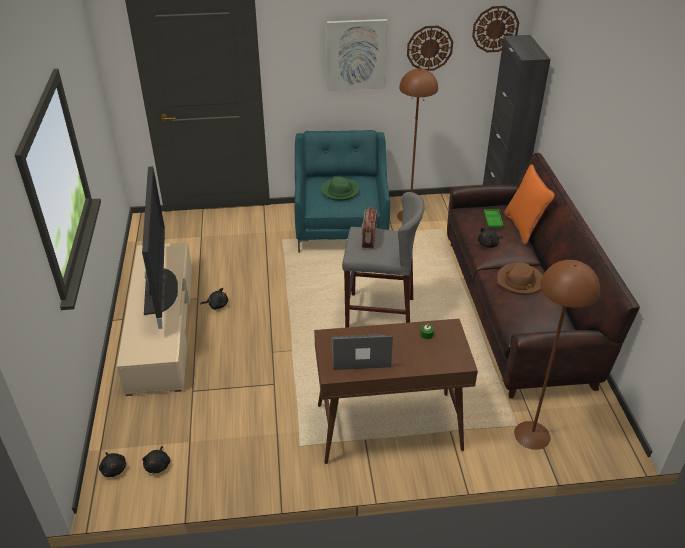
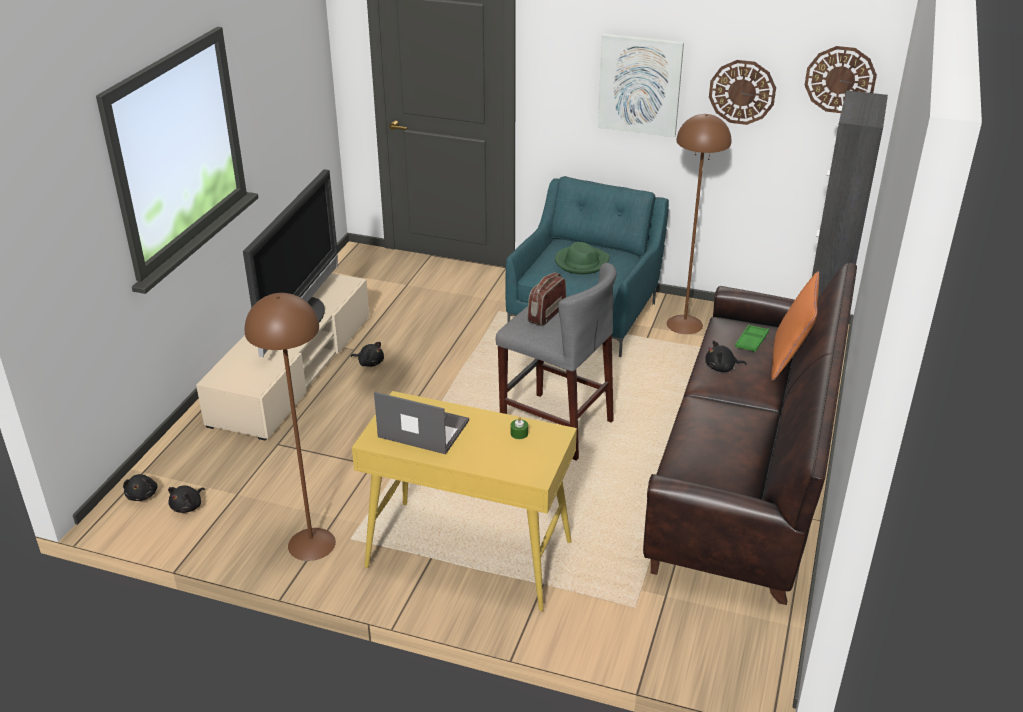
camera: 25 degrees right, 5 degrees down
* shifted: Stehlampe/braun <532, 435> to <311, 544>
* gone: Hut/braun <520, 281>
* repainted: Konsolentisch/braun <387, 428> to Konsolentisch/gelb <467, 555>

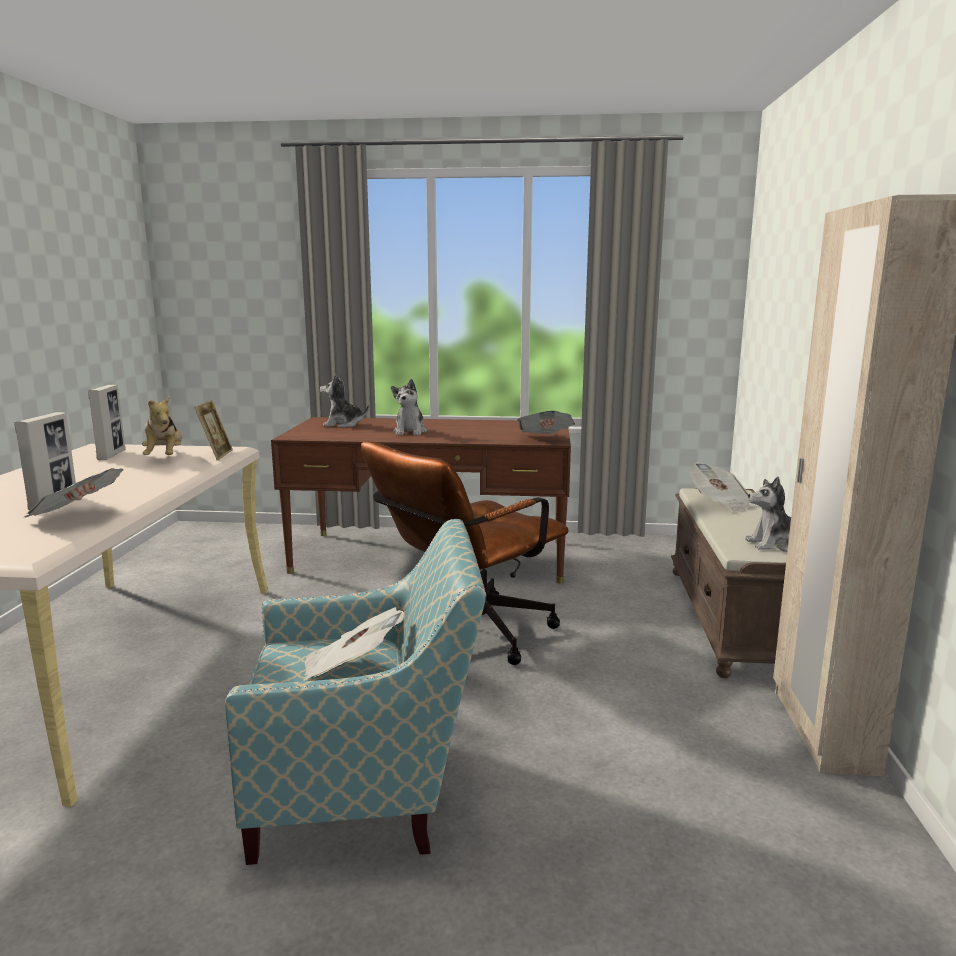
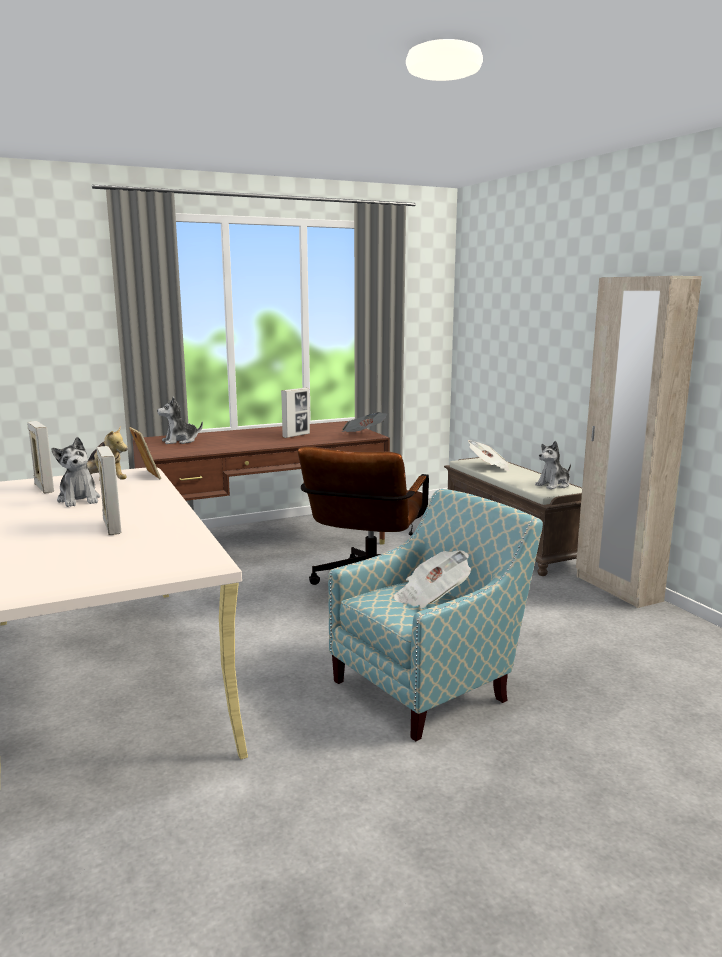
camera: 30 degrees left, 0 degrees up
* shifted: Plüschtier <410, 432> to <79, 499>
* gone: Zeitung <77, 517>
* new: Bilderrahmen <296, 435>

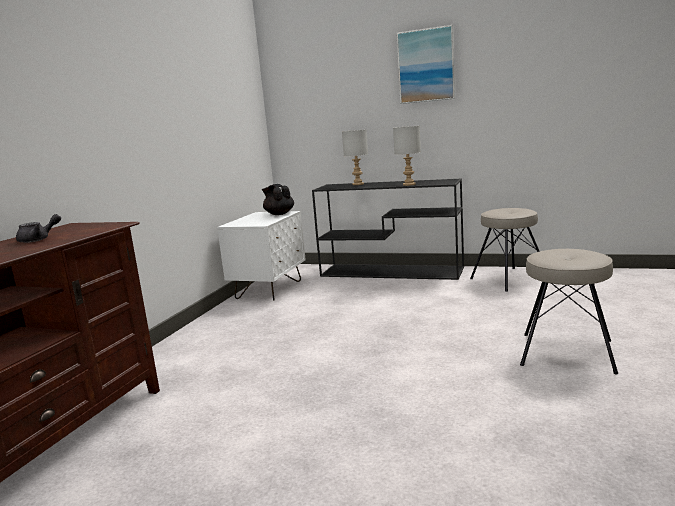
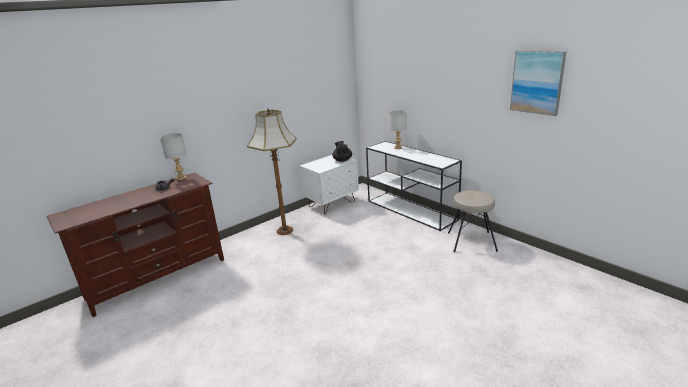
camera: 30 degrees right, 10 degrees up
* shifted: Bild <426, 65> to <537, 82>
* shifted: Tischlampe/grau <409, 184> to <181, 178>
* repainted: Konsolentisch/schwarz <392, 271> to Konsolentisch/weiß <411, 210>
* gone: Hocker/beige <566, 352>
* new: Stehlampe <284, 231>

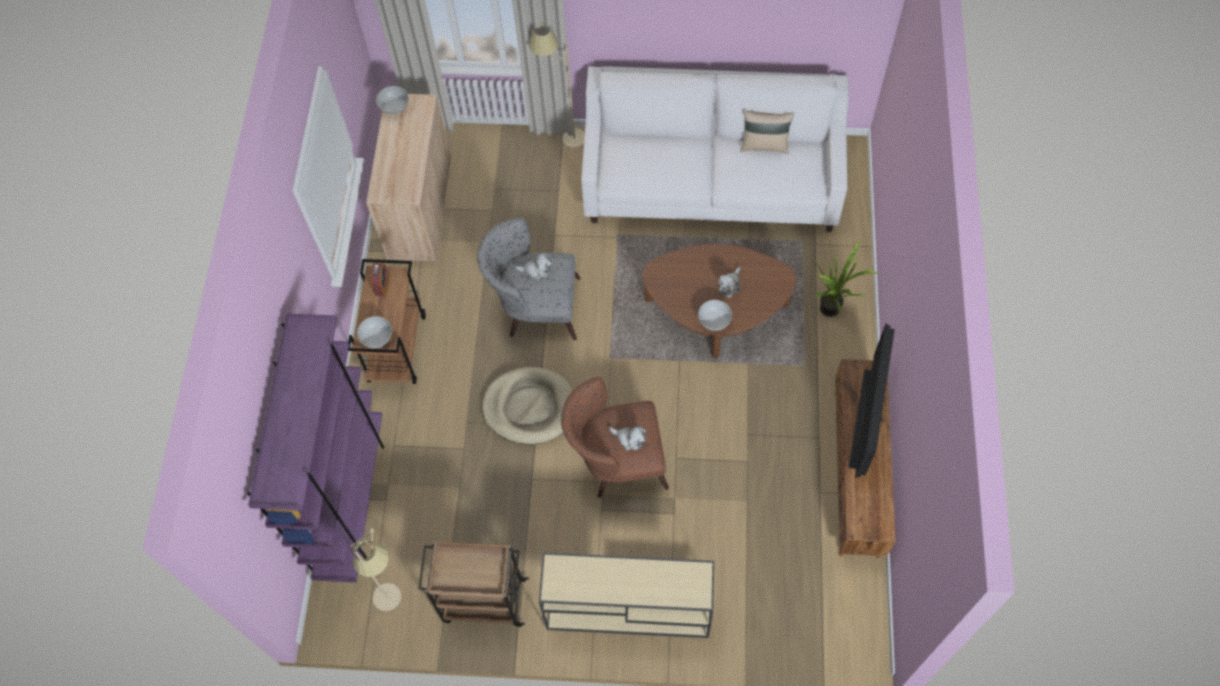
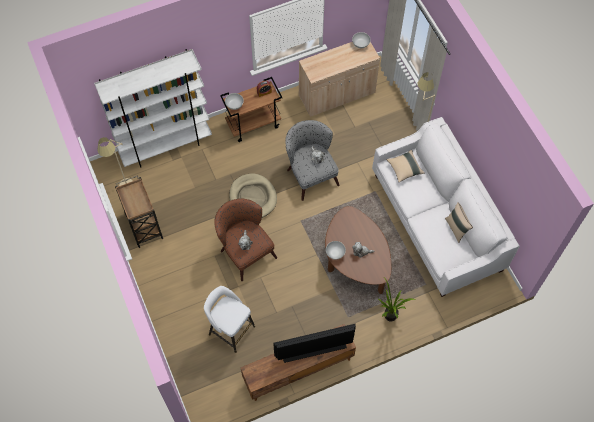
camera: 60 degrees right, 0 degrees up
* repainted: Bücherregal/lila <351, 500> to Bücherregal/weiß <166, 146>
* gone: Konsolentisch/beige <626, 610>
* new: Kissen/beige <404, 169>
* new: Hocker/weiß <230, 329>

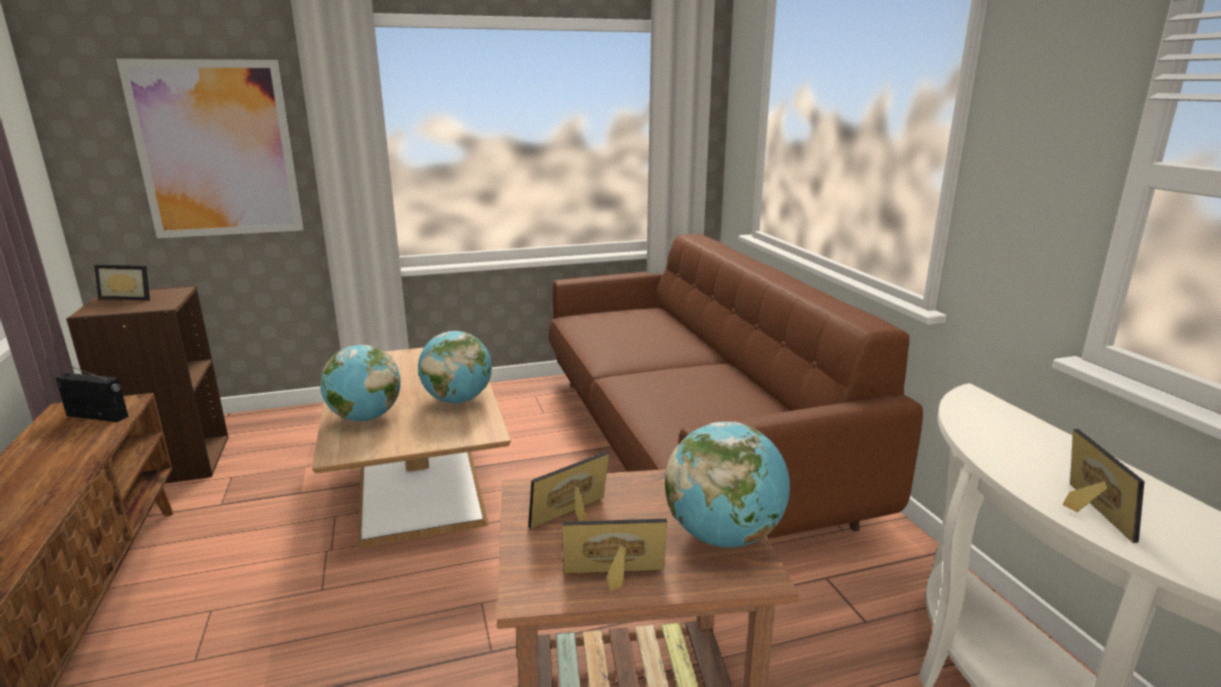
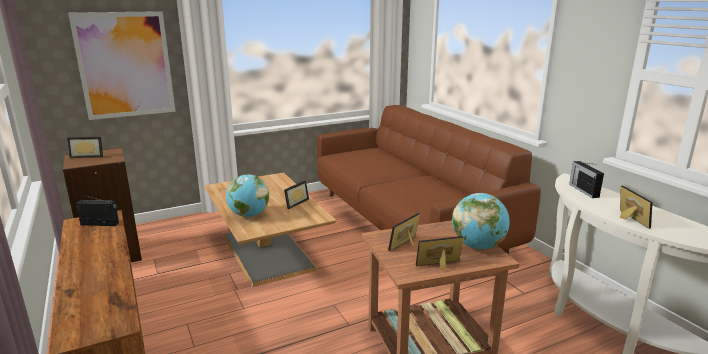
camera: 10 degrees left, 0 degrees up
* swapped: Globus <457, 400> to Bilderrahmen <294, 203>
* new: Radio <583, 190>

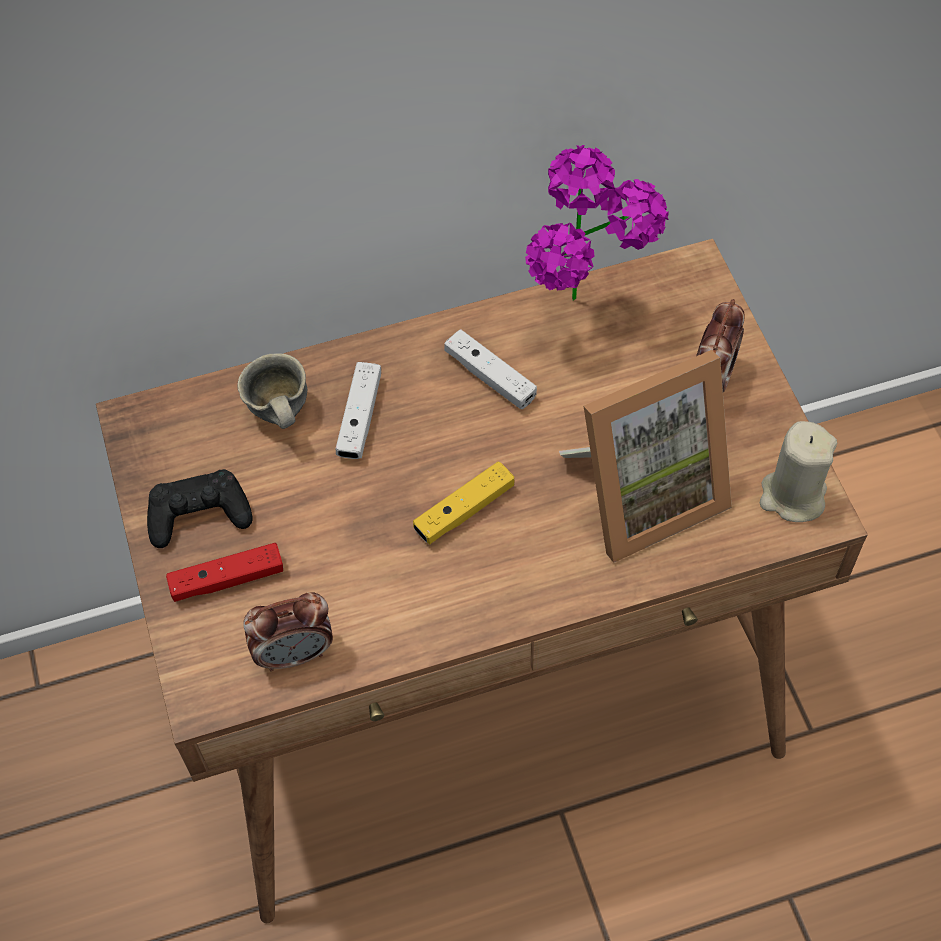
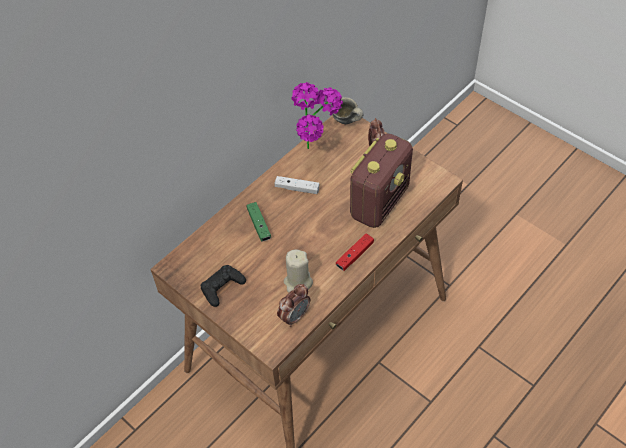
camera: 30 degrees left, 5 degrees down
* swapped: Bilderrahmen <643, 493> to Radio <379, 202>
* shifted: Henkelbecher/grau <277, 416> to <346, 123>
* repainted: Gamepad/weiß <360, 418> to Gamepad/grün <259, 225>
* shifted: Kerze/beige <792, 496> to <298, 282>
* gone: Gamepad/gelb <464, 510>
* shifted: Gamepad/rot <227, 579> to <354, 255>

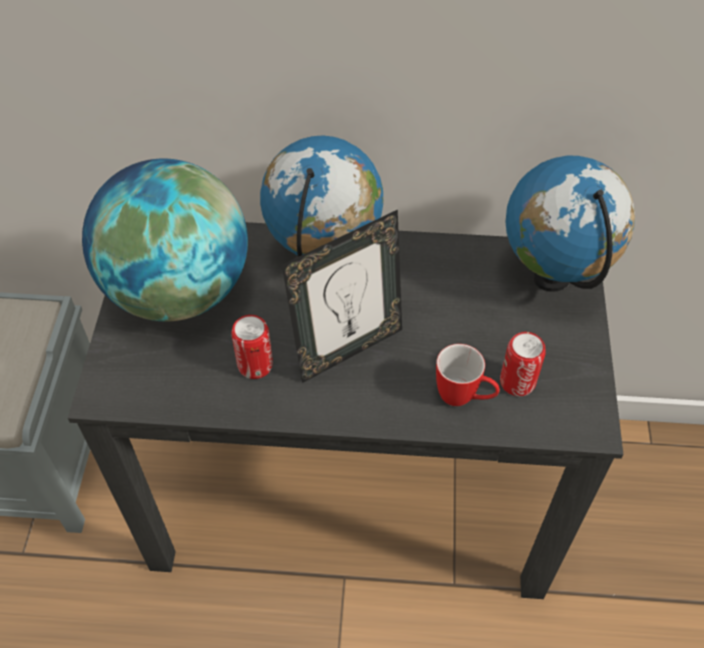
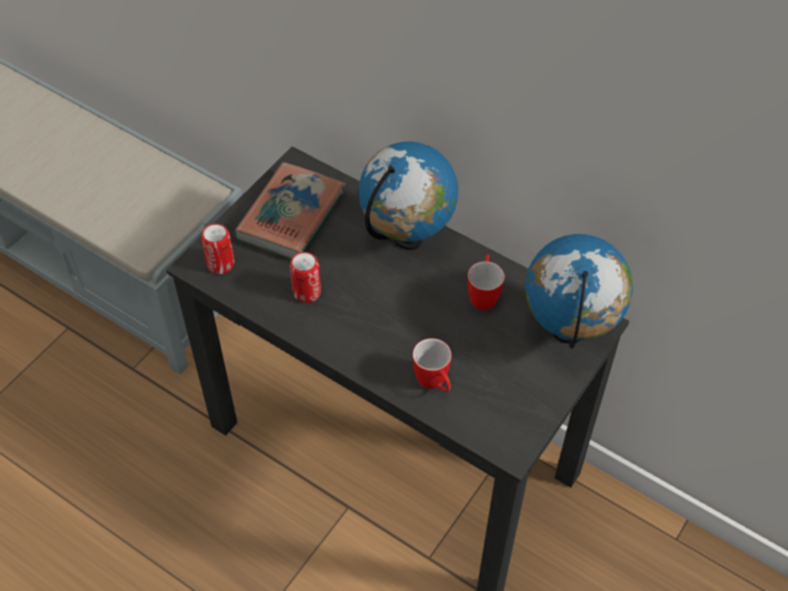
camera: 30 degrees right, 0 degrees up
* swapped: Globus <179, 290> to Buch <291, 216>
* gone: Bilderrahmen <347, 349>
* shifted: Dose <517, 382> to <220, 264>
* new: Henkelbecher <483, 295>

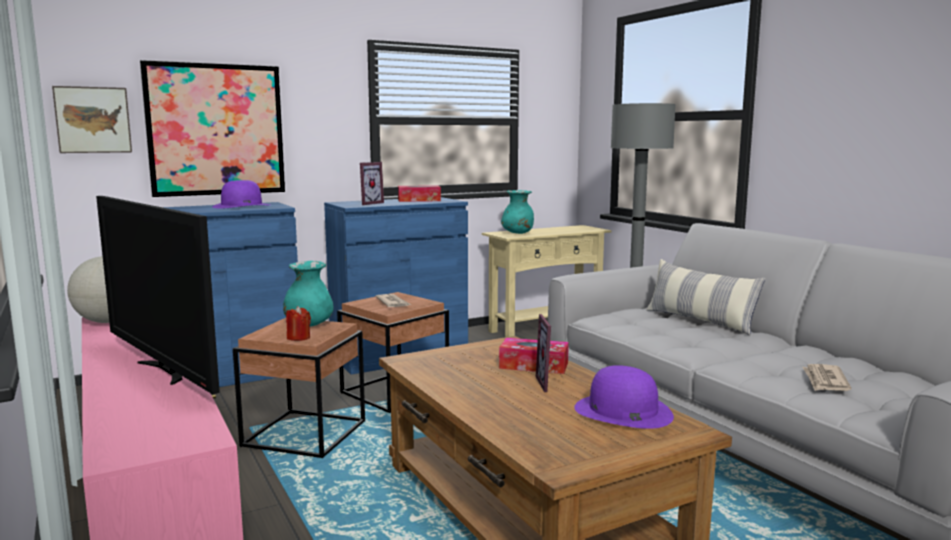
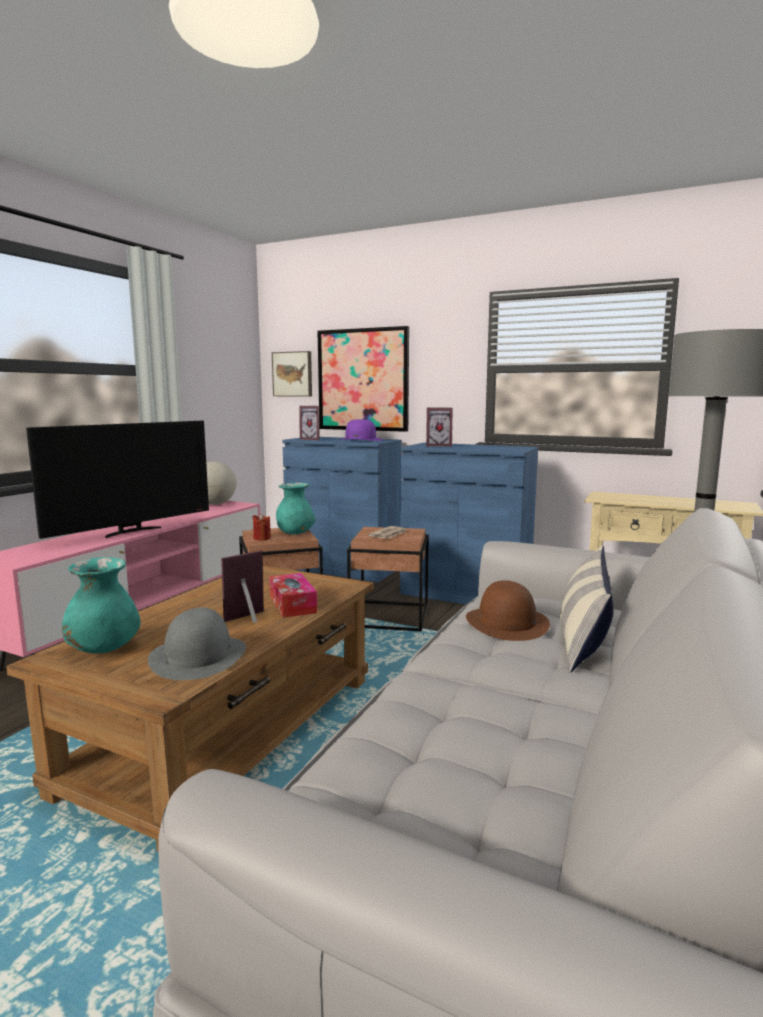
camera: 55 degrees right, 0 degrees up
* gone: Taschentuchbox <419, 200>
* shifted: Vase/türkis <518, 233> to <103, 649>
* rotated: Fernseher <164, 371> = <131, 531> 150 degrees counterclockwise
* gone: Zeitung <825, 381>
* repainted: Hut/lila <622, 411> to Hut/grau <198, 656>
* new: Bilderrahmen <312, 439>
* new: Hut/braun <507, 623>

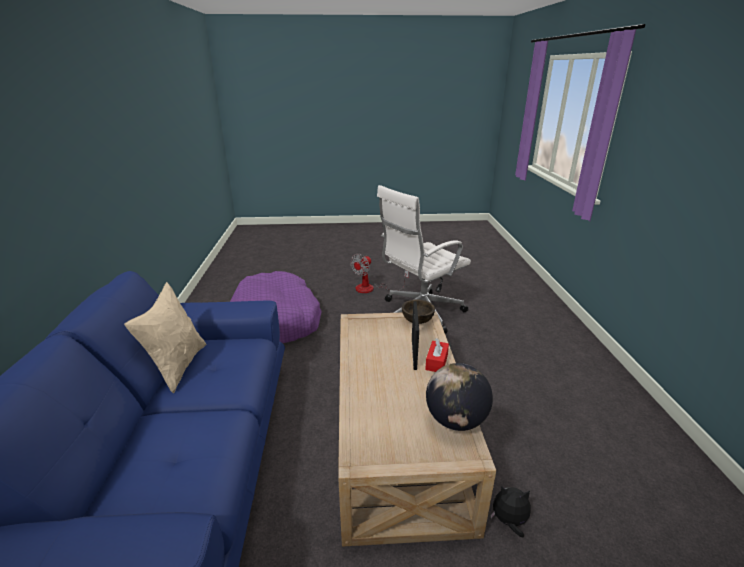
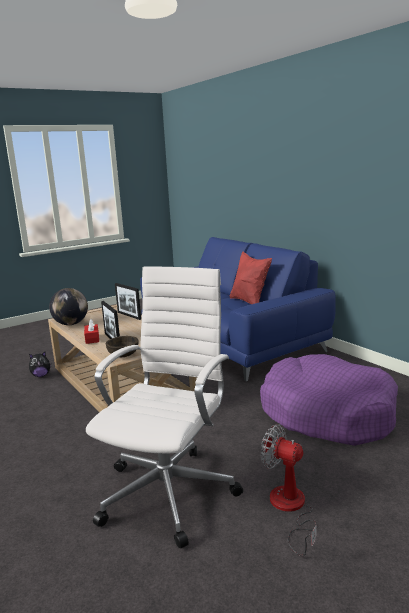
camera: 150 degrees right, 10 degrees down
* rotated: Ventilator <371, 288> = <290, 509> 60 degrees counterclockwise
* repainted: Kissen/beige <178, 366> to Kissen/rot <250, 302>
* new: Bilderrahmen <129, 315>

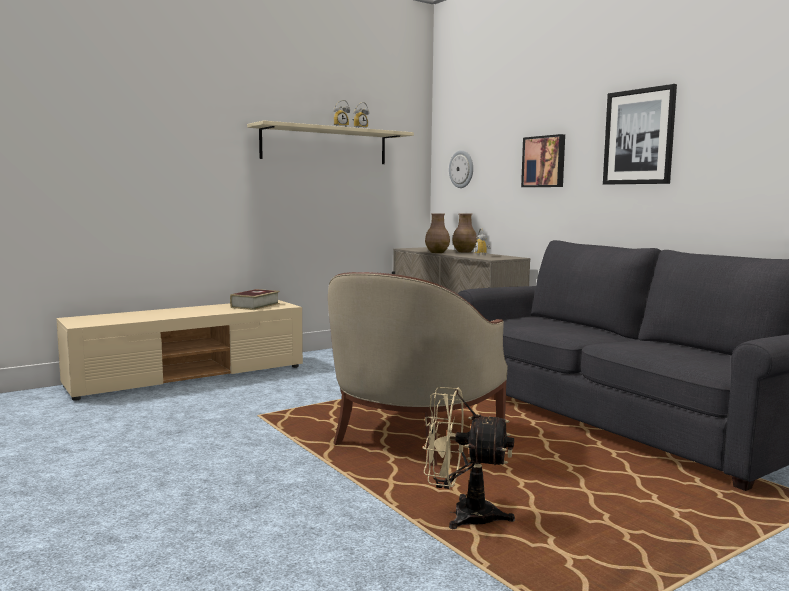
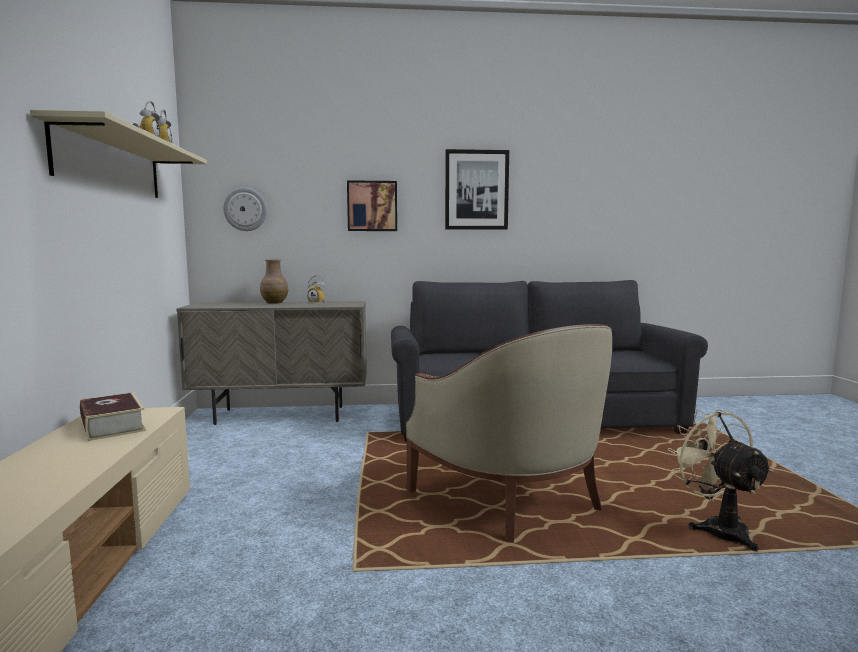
camera: 60 degrees left, 0 degrees up
* gone: Vase/braun <436, 252>
* rotated: Ventilator/beige <462, 515> = <717, 528> 120 degrees clockwise

